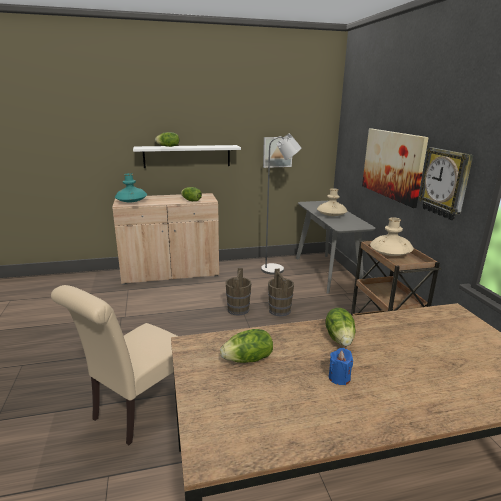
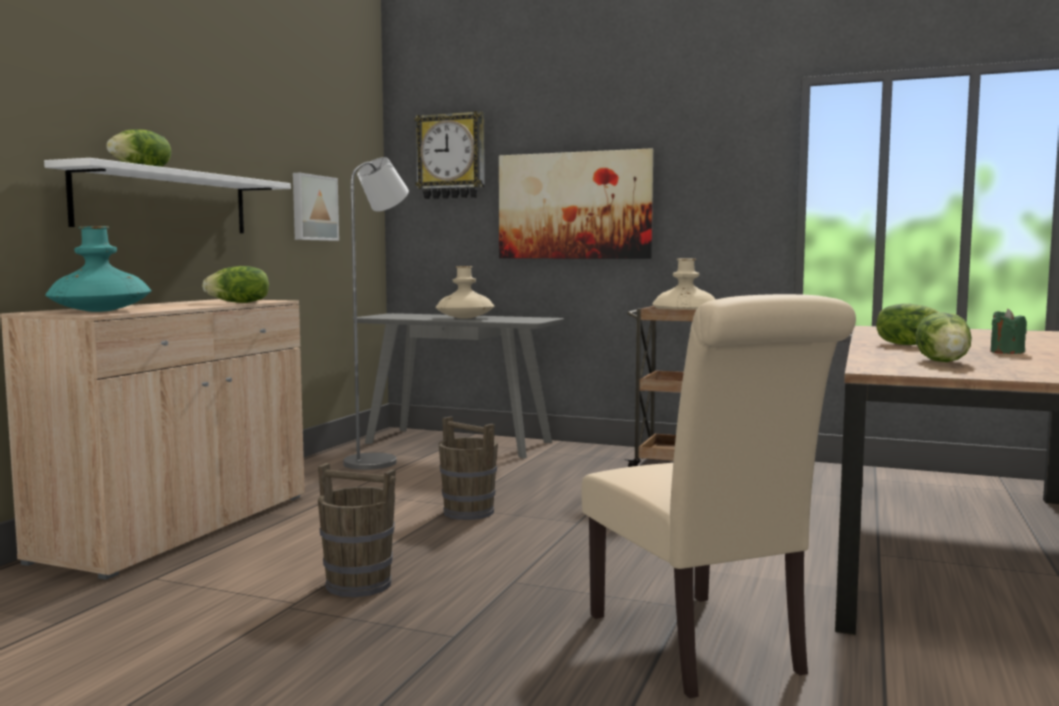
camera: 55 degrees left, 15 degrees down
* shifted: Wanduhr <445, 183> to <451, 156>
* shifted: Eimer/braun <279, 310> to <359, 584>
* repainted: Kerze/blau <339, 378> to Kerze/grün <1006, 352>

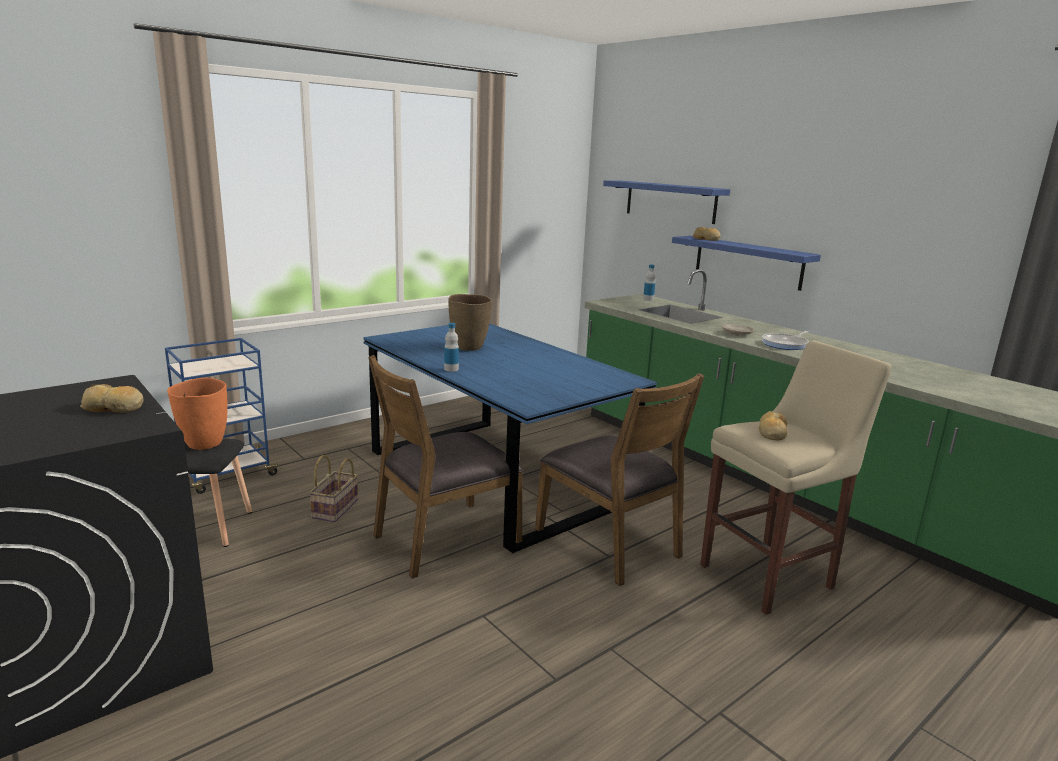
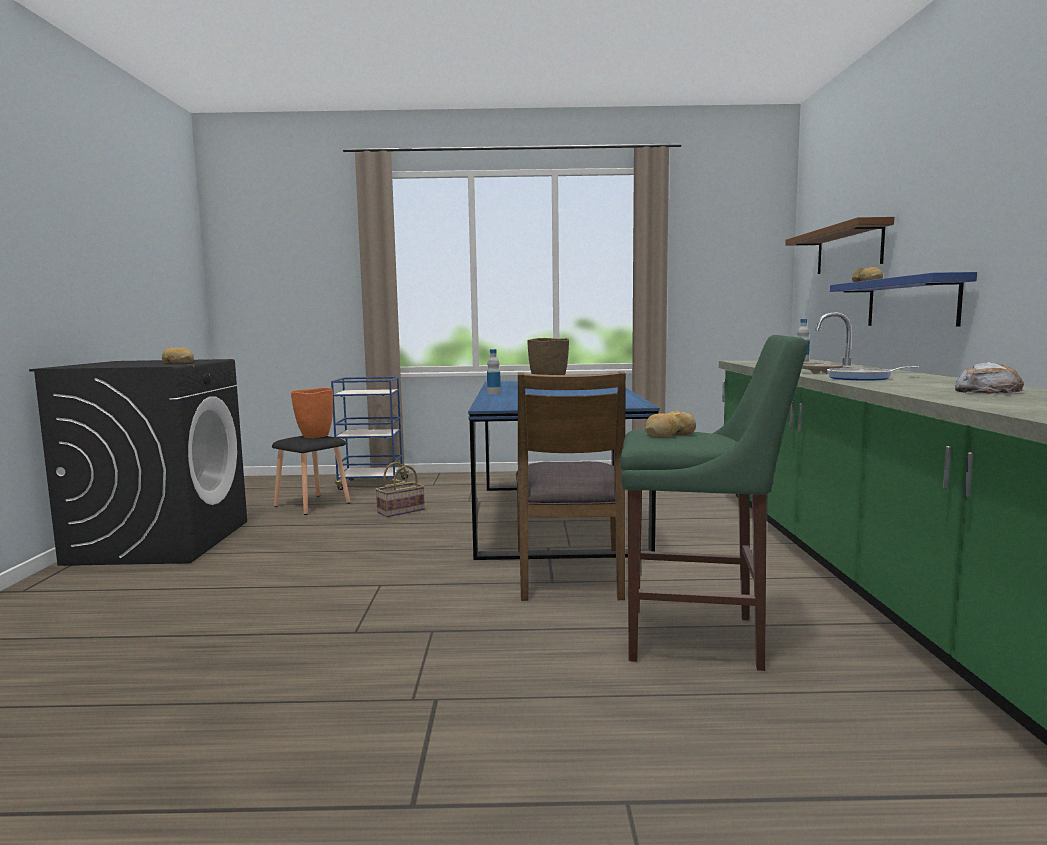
camera: 40 degrees right, 10 degrees down
* repainted: Wandregal/blau <670, 201> to Wandregal/braun <849, 249>
* repainted: Hocker/beige <771, 575> to Hocker/grün <701, 638>
* gone: Stuhl/braun <445, 539>
* new: Brot <987, 391>

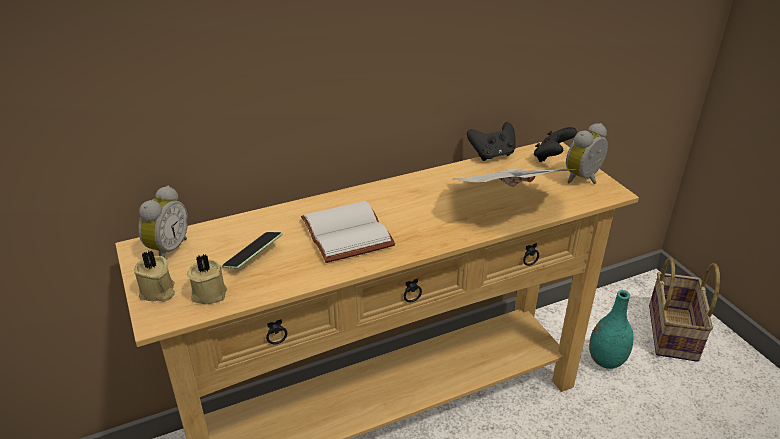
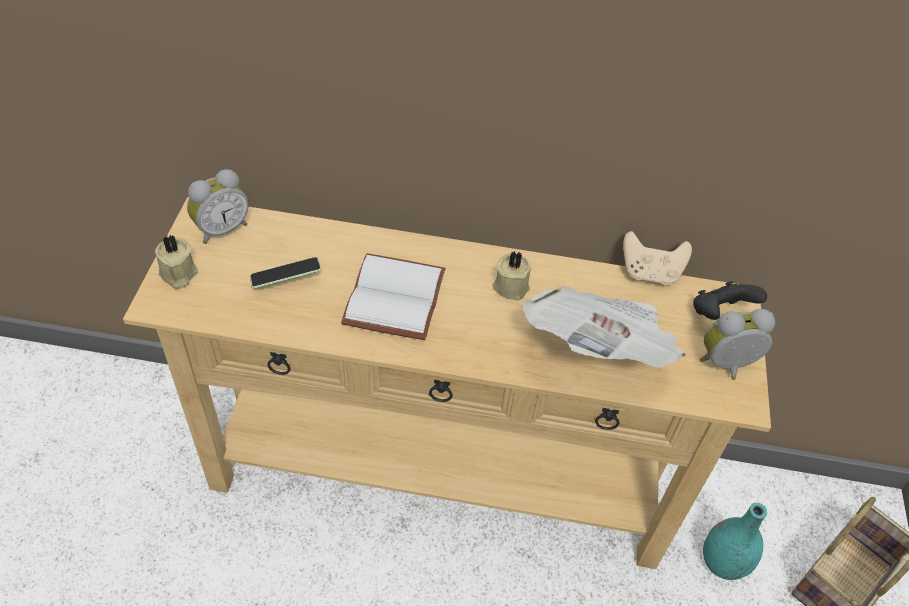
camera: 30 degrees right, 15 degrees up
* repainted: Gamepad/schwarz <492, 155> to Gamepad/beige <650, 273>
* shifted: Kerze/beige <208, 293> to <511, 285>

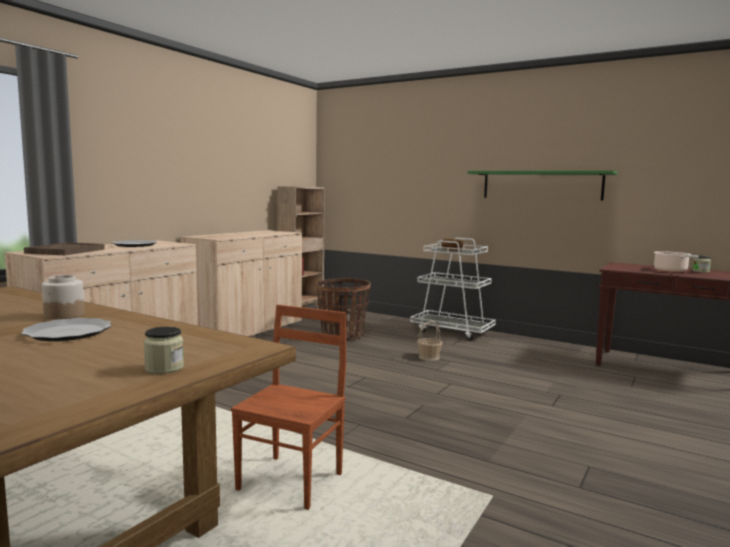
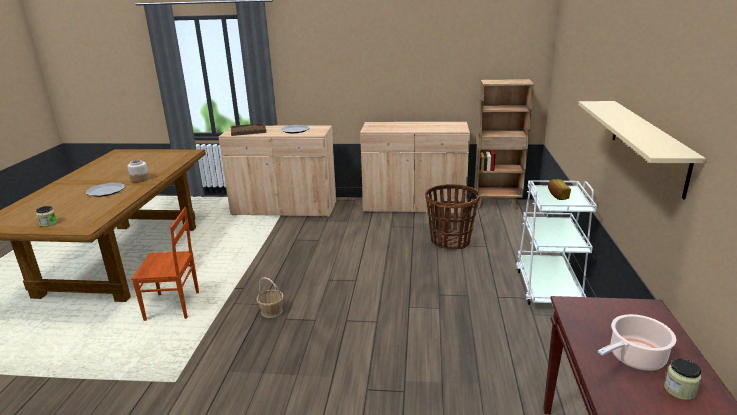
camera: 65 degrees right, 15 degrees up
* repainted: Wandregal/grün <541, 185> to Wandregal/beige <647, 144>
* shifted: Korb <429, 357> to <271, 311>

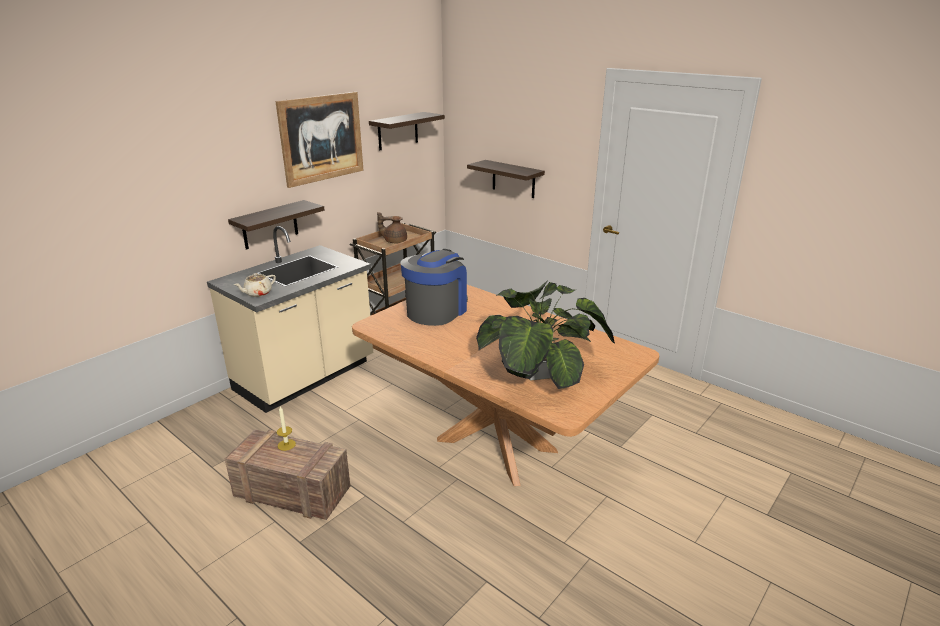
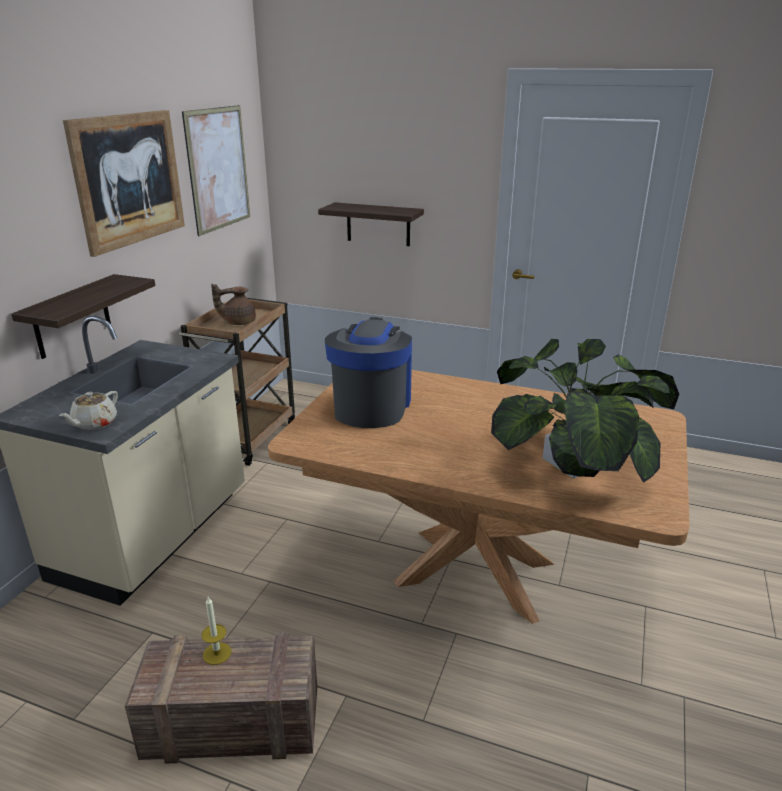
camera: 20 degrees left, 0 degrees up
* swapped: Wandregal <398, 131> to Bild <218, 169>

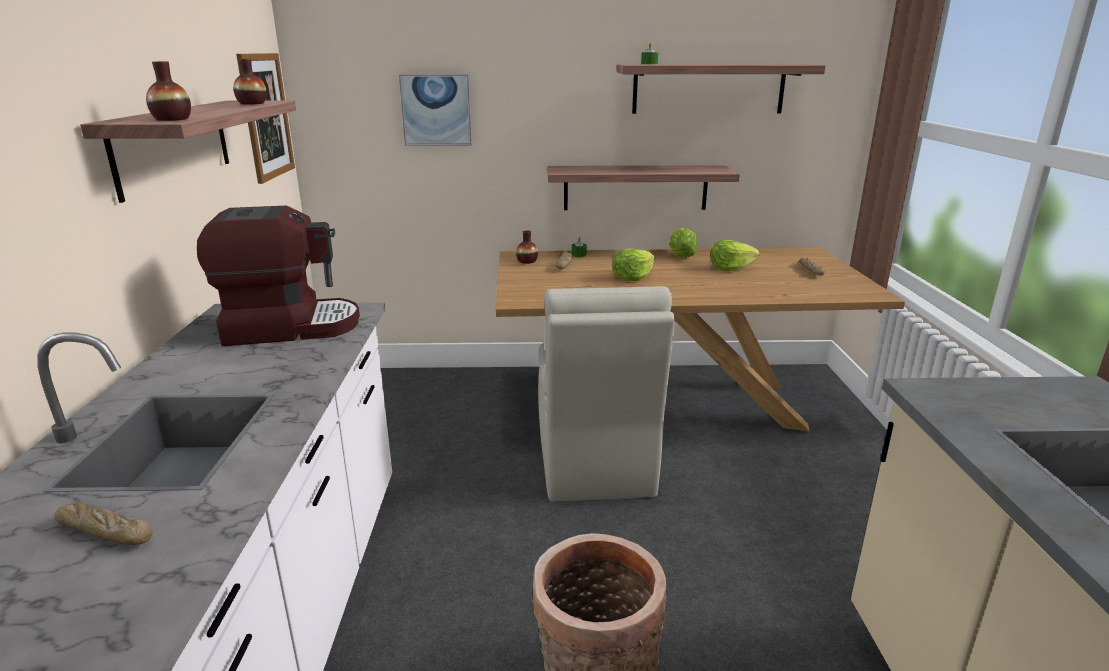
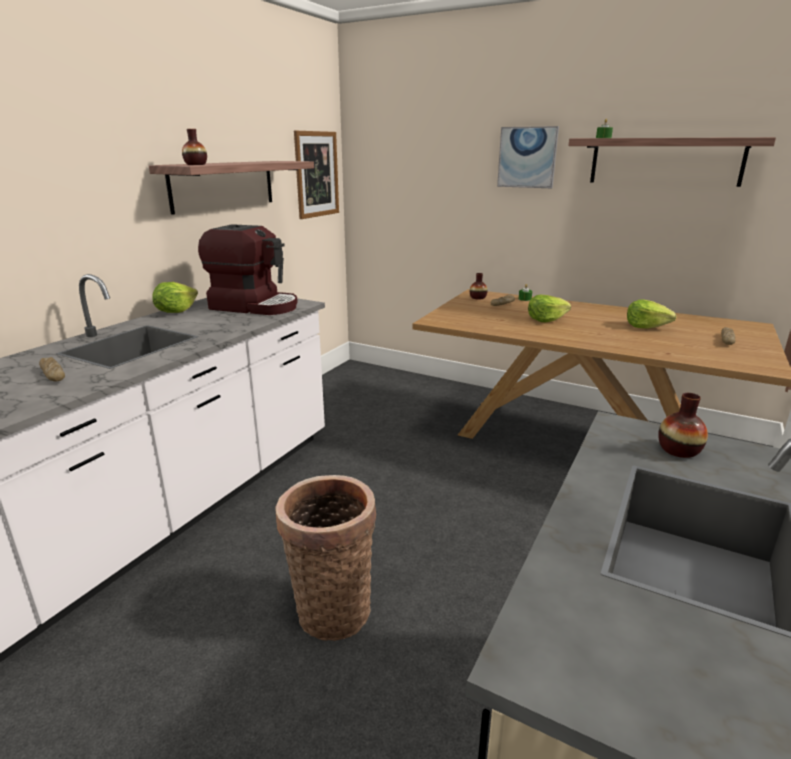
camera: 30 degrees right, 0 degrees up
* shifted: Vase <252, 103> to <678, 450>
* shifted: Bild <436, 110> to <527, 157>
* gone: Wandregal <635, 187>
* shifted: Salatkopf <681, 256> to <176, 311>
* gone: Stuhl/beige <594, 463>

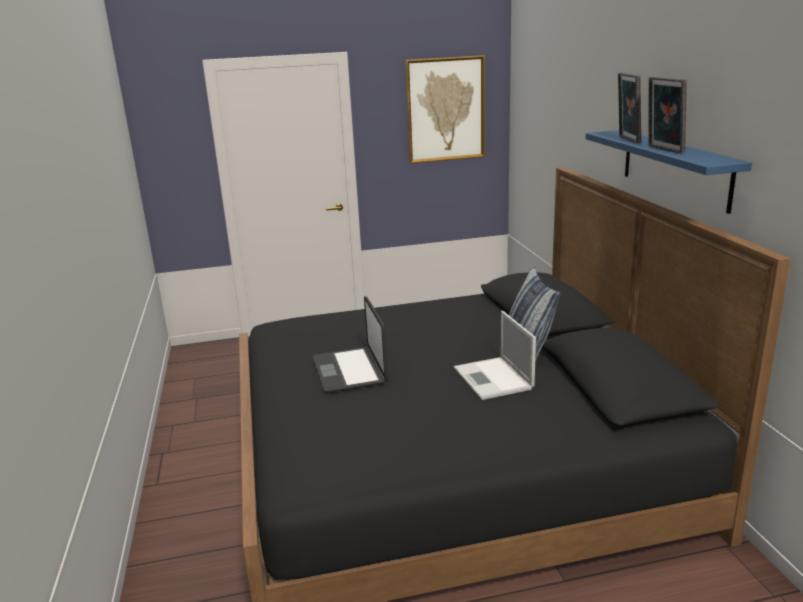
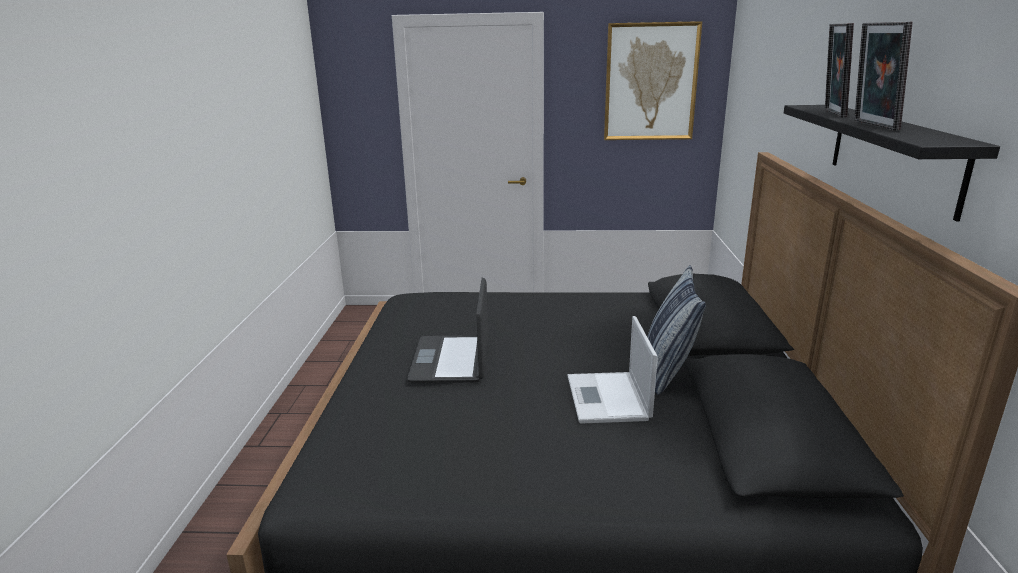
camera: 15 degrees right, 0 degrees up
* repainted: Wandregal/blau <674, 168> to Wandregal/schwarz <892, 155>

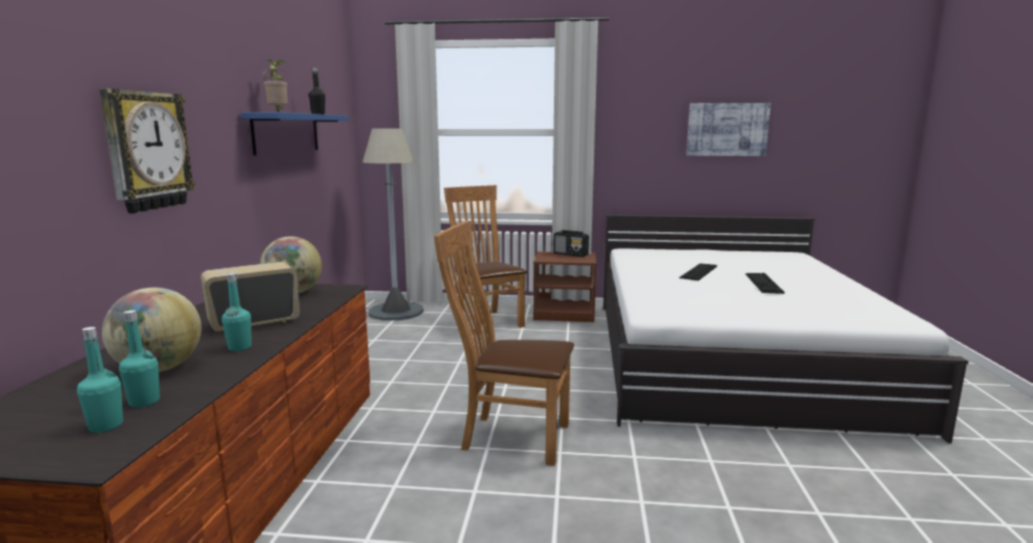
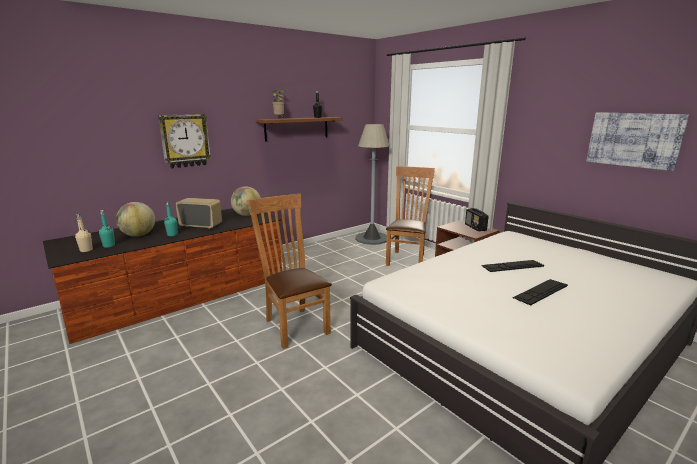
camera: 45 degrees right, 5 degrees up
* repainted: Wandregal/blau <286, 133> to Wandregal/braun <297, 128>
* repainted: Flasche/türkis <106, 426> to Flasche/beige <86, 250>

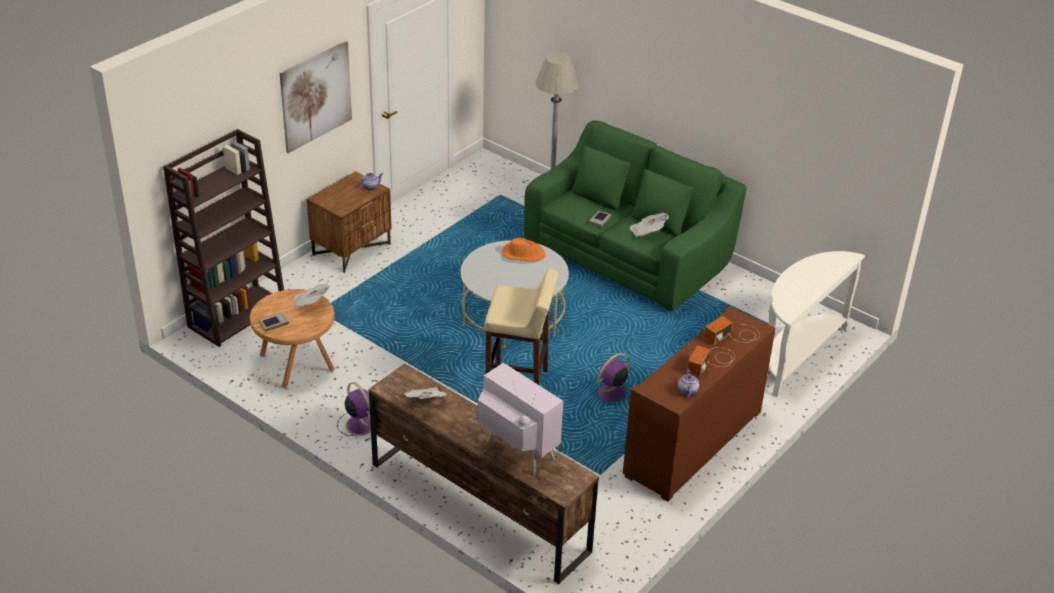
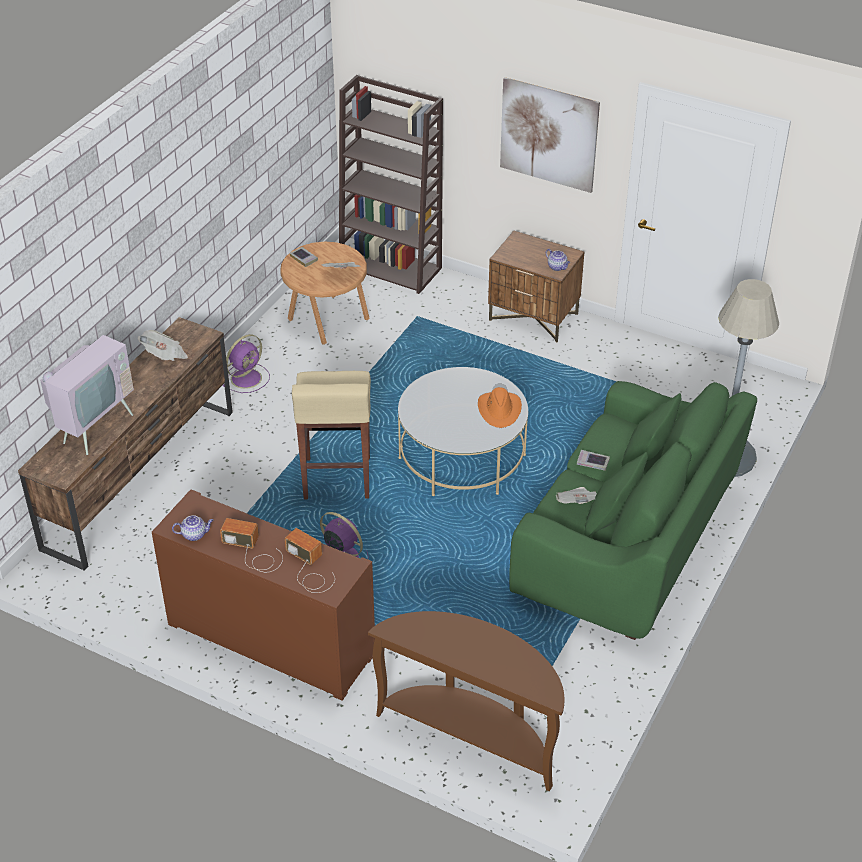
camera: 80 degrees right, 5 degrees up
* repainted: Konsolentisch/weiß <796, 354> to Konsolentisch/braun <473, 733>

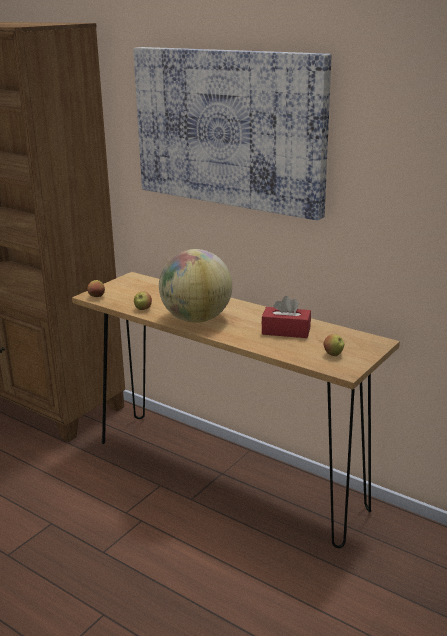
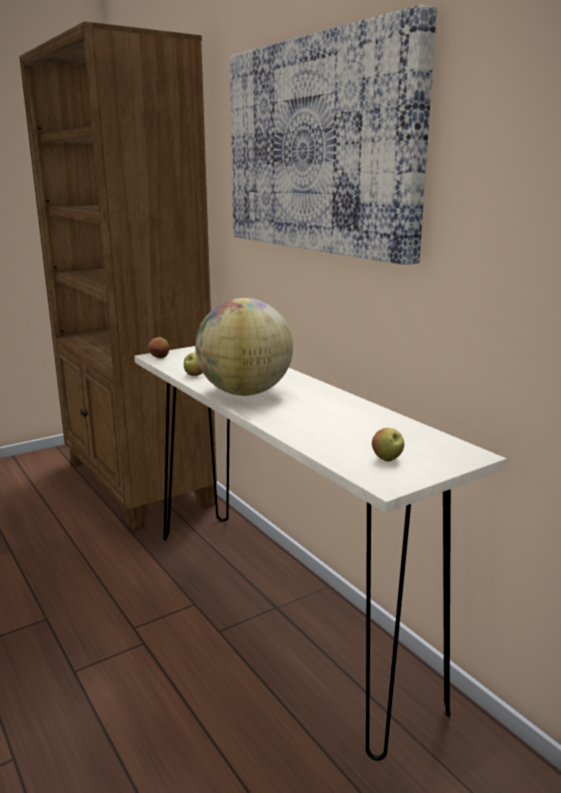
camera: 20 degrees right, 5 degrees down
* repainted: Konsolentisch/braun <226, 474> to Konsolentisch/weiß <280, 609>
* gone: Taschentuchbox/rot <286, 331>

